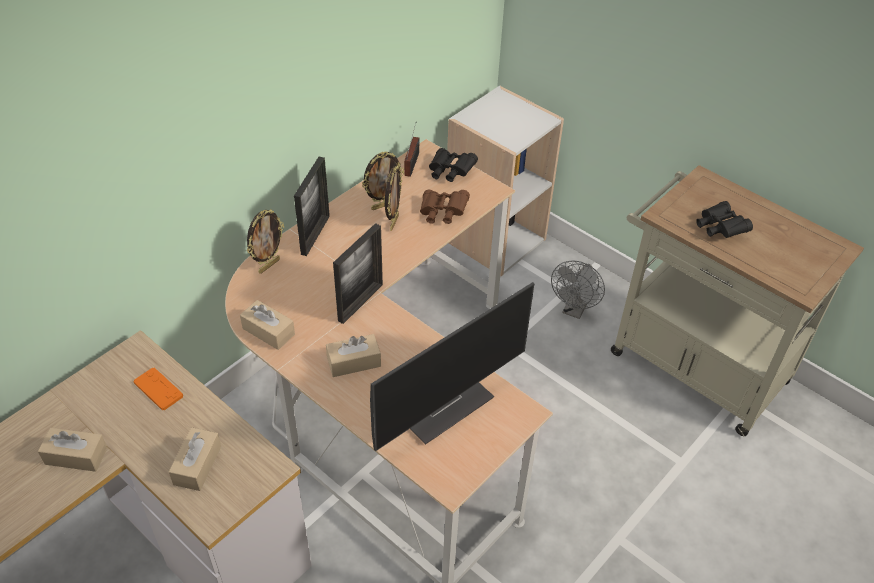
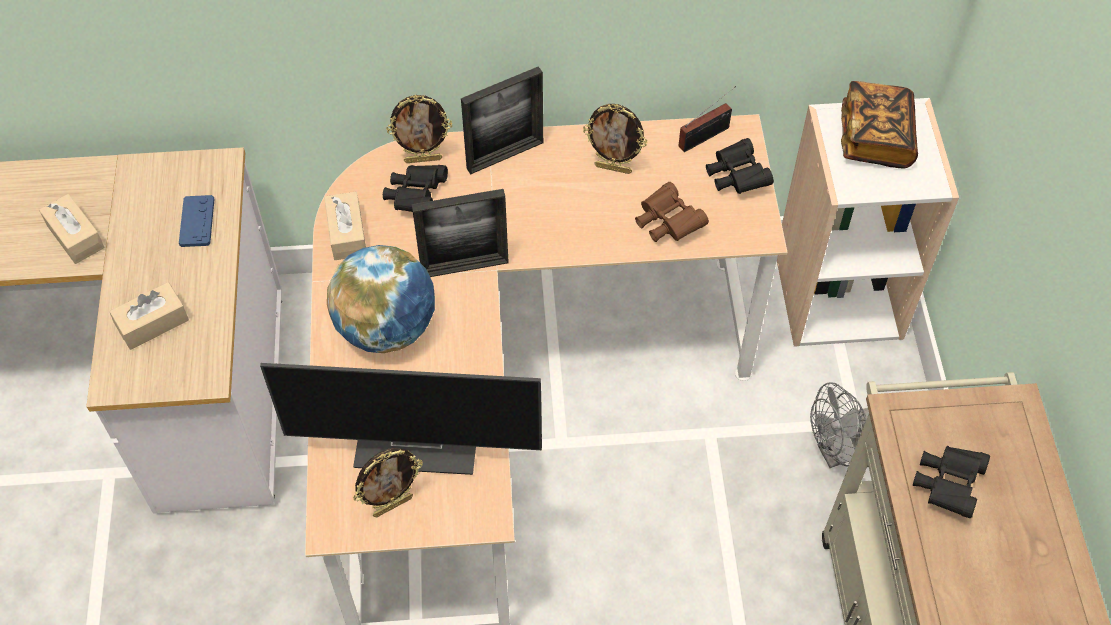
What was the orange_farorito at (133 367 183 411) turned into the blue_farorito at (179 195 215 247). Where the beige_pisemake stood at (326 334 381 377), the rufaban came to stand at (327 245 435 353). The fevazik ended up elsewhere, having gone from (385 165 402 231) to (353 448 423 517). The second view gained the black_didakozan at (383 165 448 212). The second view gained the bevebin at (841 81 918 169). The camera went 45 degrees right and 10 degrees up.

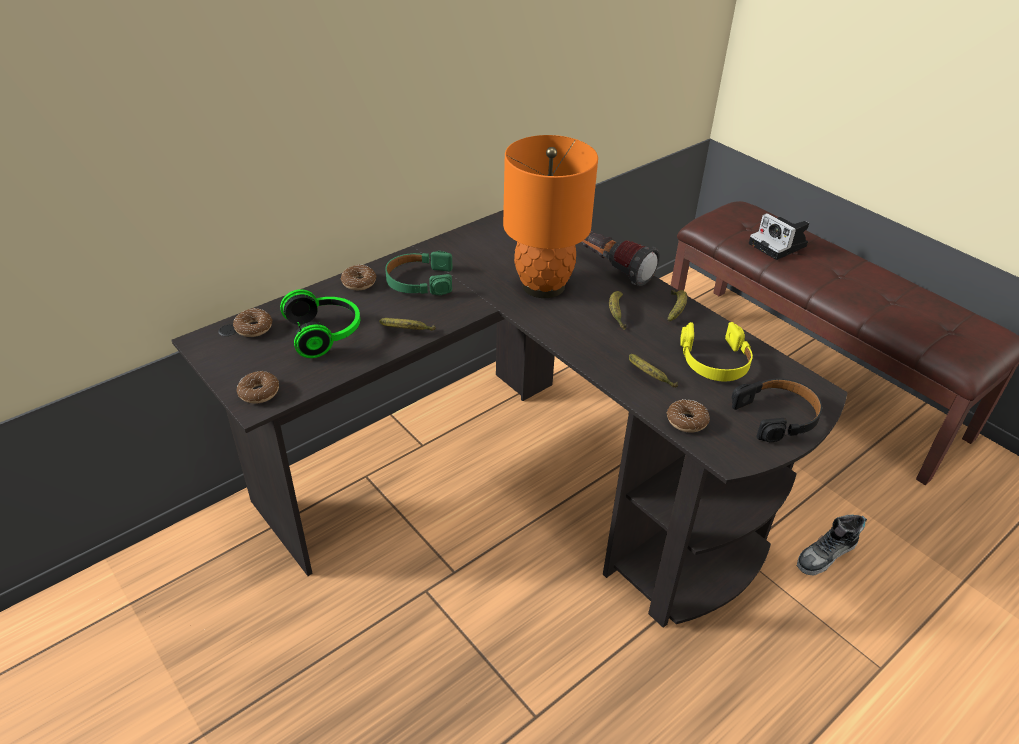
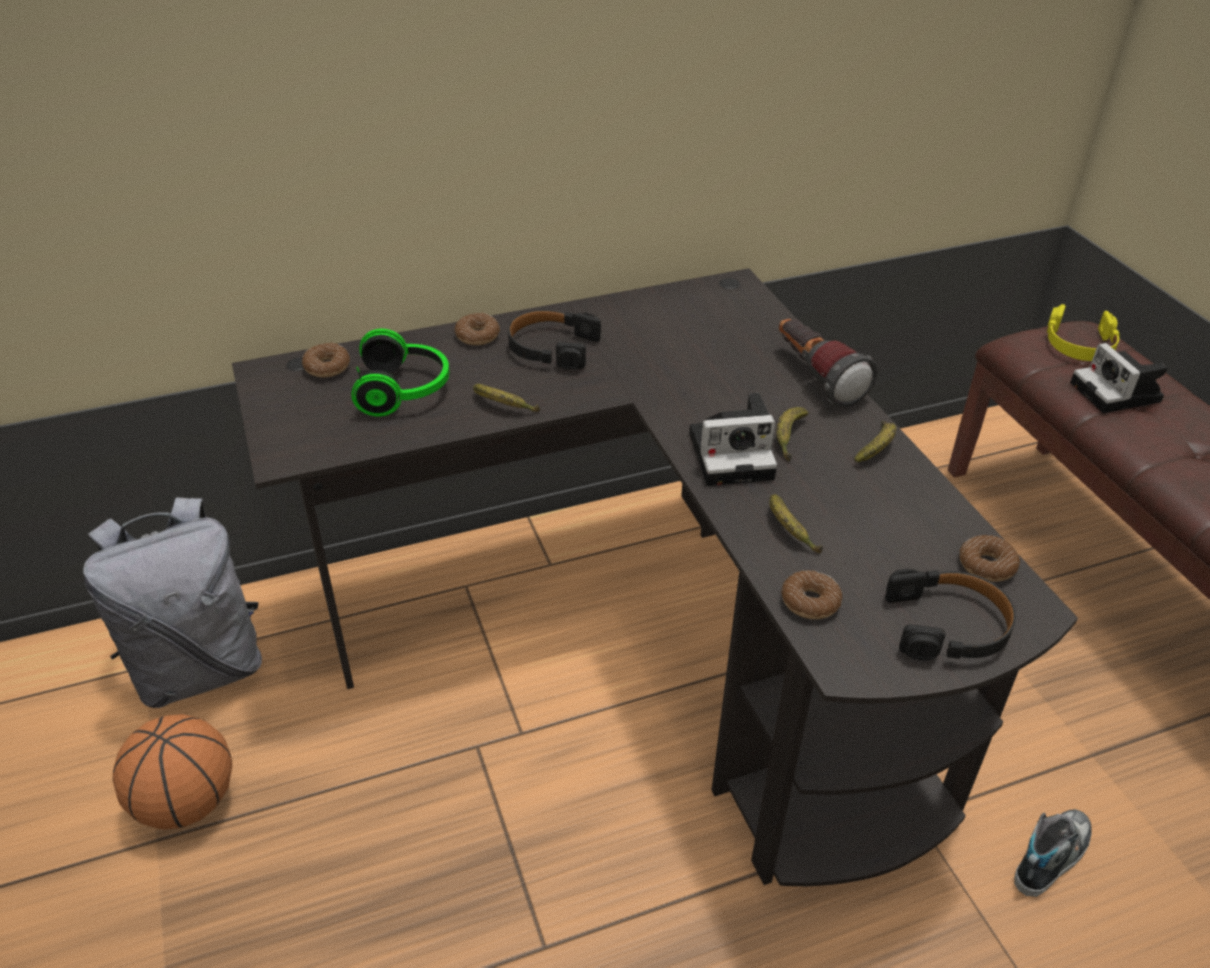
The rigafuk ended up elsewhere, having gone from (236 371 279 404) to (960 535 1020 582). What was the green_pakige at (385 251 452 295) turned into the black_pakige at (508 310 601 370). The second view lost the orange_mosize at (503 135 598 298). The yellow_pakige ended up elsewhere, having gone from (680 322 753 382) to (1047 304 1120 361). The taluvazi at (797 515 867 576) ended up facing another way, 150 degrees clockwise from before. The second view gained the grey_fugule at (83 497 262 708). The second view gained the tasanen at (113 714 232 830). The second view gained the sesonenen at (689 393 777 486). The camera went 20 degrees right and 0 degrees up.

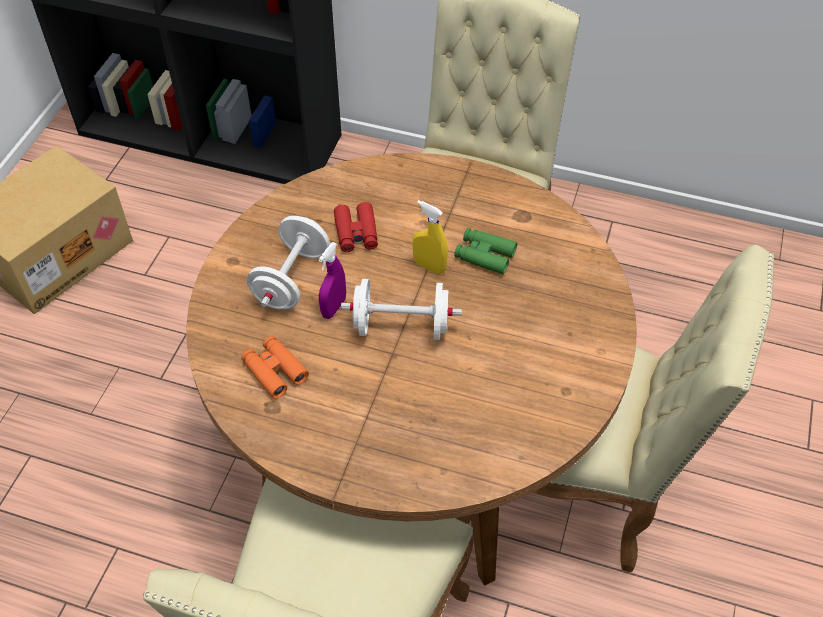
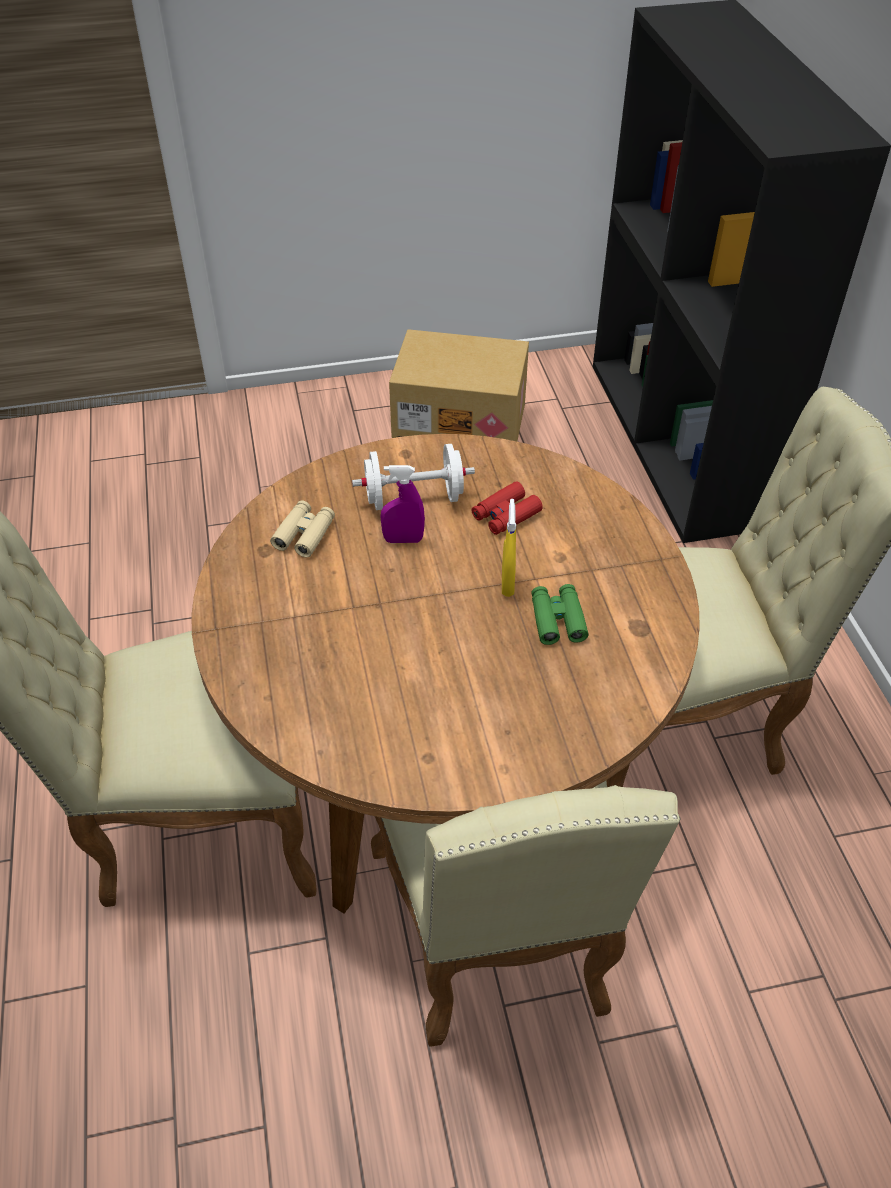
What was the orange_didakozan at (241 336 309 399) turned into the beige_didakozan at (270 501 335 558). The second view lost the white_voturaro at (341 279 462 340). The camera went 60 degrees right and 5 degrees down.

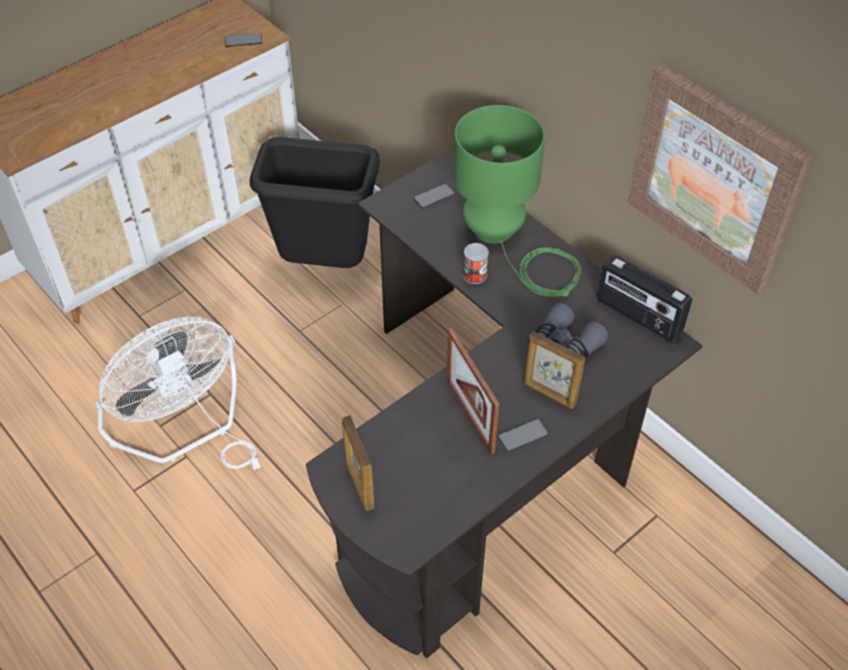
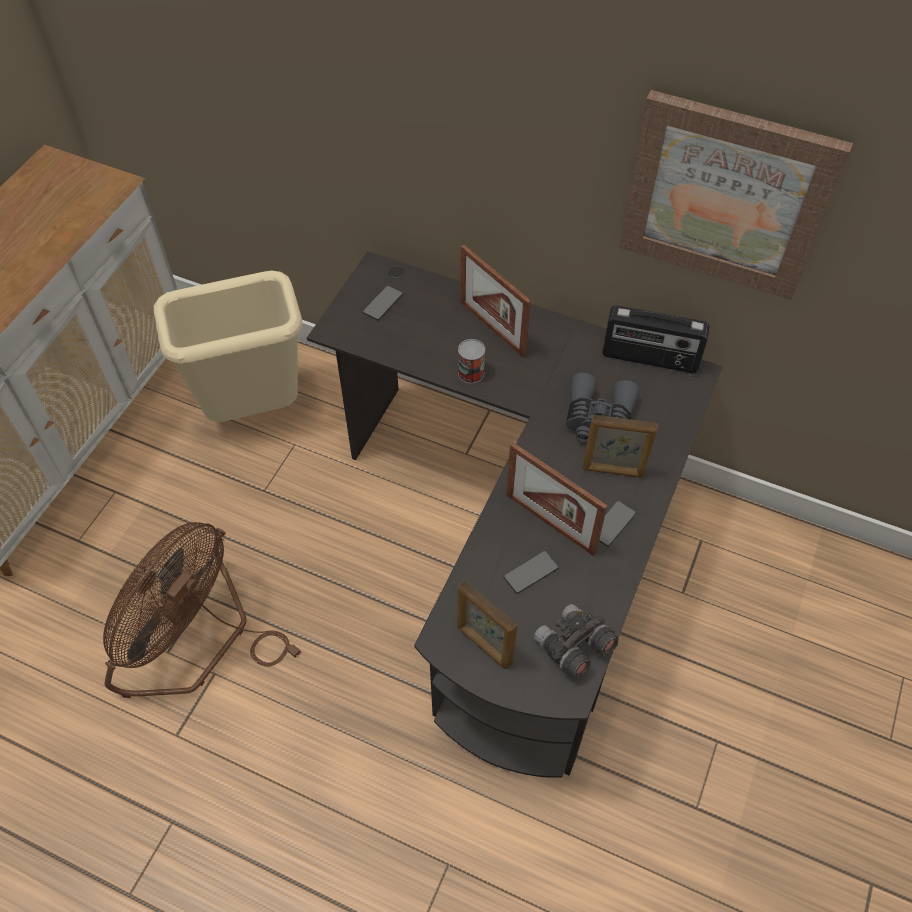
What was the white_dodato at (96 317 261 471) turned into the brown_dodato at (103 522 301 698). The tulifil ended up elsewhere, having gone from (225 33 262 47) to (503 551 559 594). What was the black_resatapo at (250 137 380 268) turned into the beige_resatapo at (154 270 302 422). Where the green_mosize stood at (453 105 581 297), the fevazik came to stand at (460 245 531 357). The second view gained the grey_didakozan at (534 604 618 678). The camera went 25 degrees left and 5 degrees up.

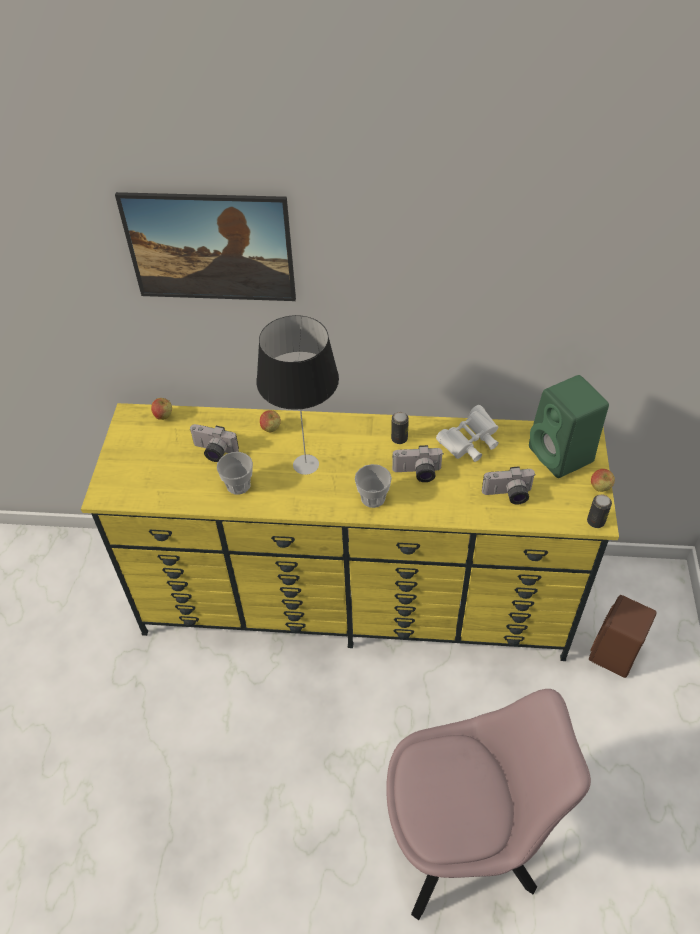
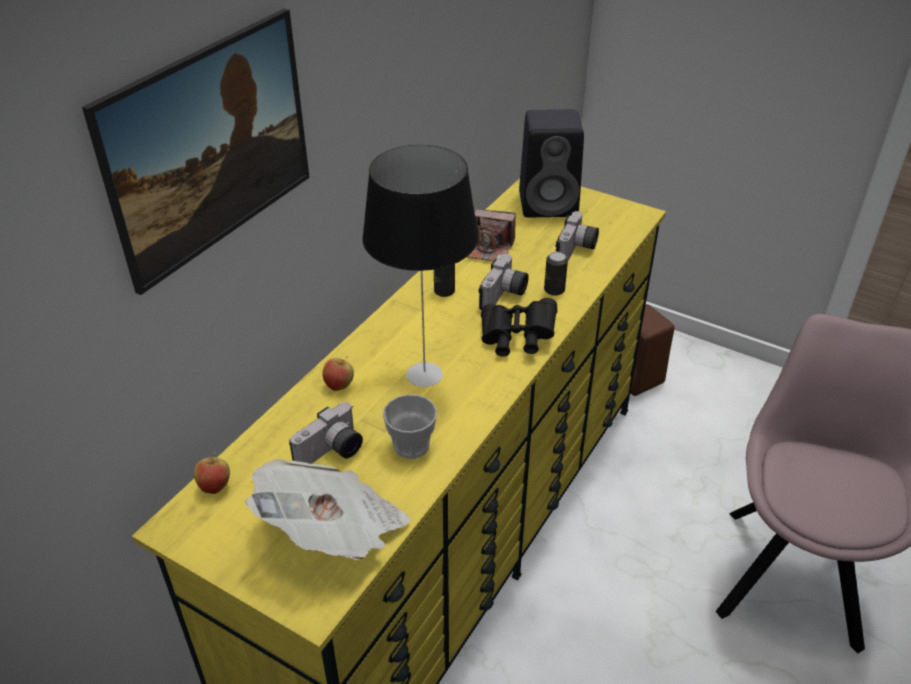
Where the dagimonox stood at (355 464 392 508), the black_didakozan came to stand at (481 298 557 357). Where the white_didakozan stood at (436 405 499 462), the sesonenen came to stand at (467 209 516 262). What was the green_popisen at (529 375 609 478) turned into the black_popisen at (519 109 584 217). The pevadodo ended up elsewhere, having gone from (587 495 612 528) to (544 252 568 296). The second view lost the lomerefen at (591 469 615 492). The second view gained the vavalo at (245 459 410 560). The camera went 65 degrees left and 10 degrees down.

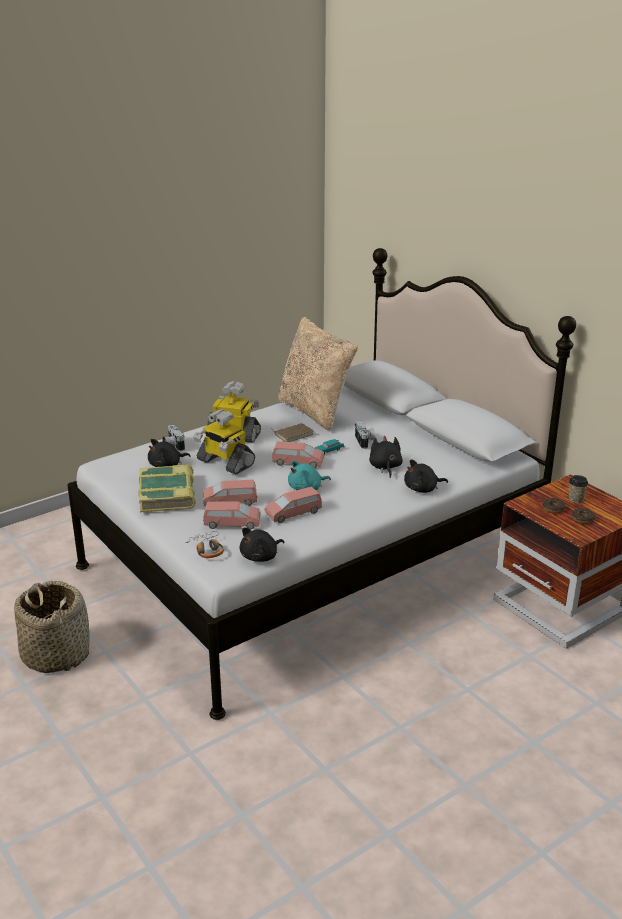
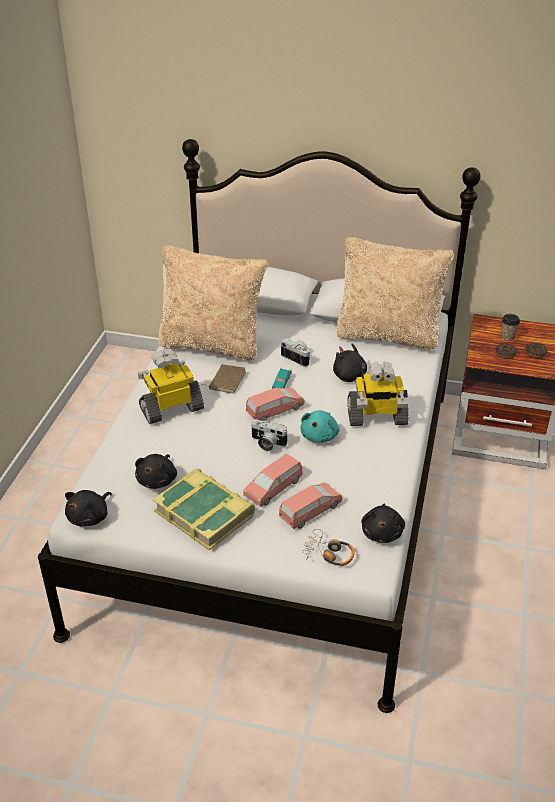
The second view lost the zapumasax at (14 581 90 673). The sesonenen ended up elsewhere, having gone from (162 425 185 451) to (252 419 287 451). The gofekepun ended up elsewhere, having gone from (193 409 255 475) to (347 362 409 426). The second view lost the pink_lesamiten at (265 487 322 523). The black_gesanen ended up elsewhere, having gone from (404 459 448 493) to (65 490 112 526). The second view gained the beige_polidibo at (336 237 454 351). The camera went 40 degrees left and 10 degrees up.

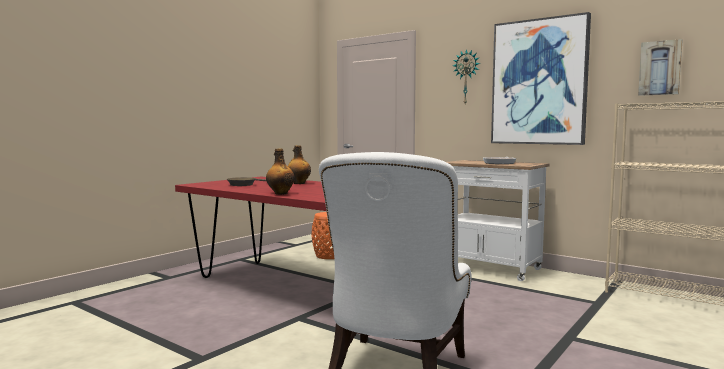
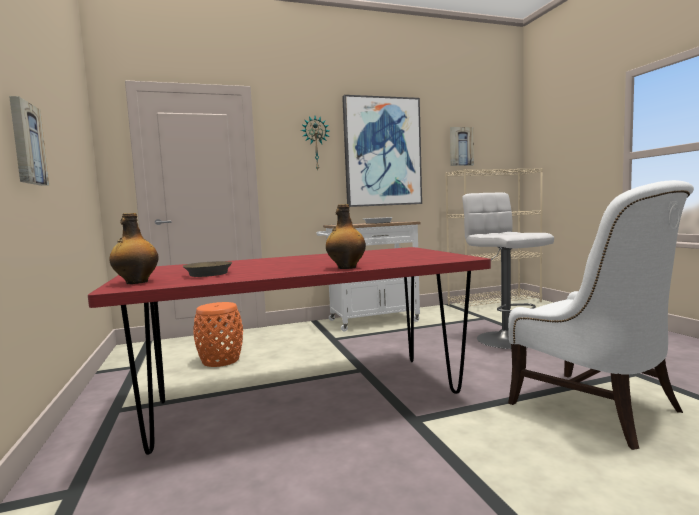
The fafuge ended up elsewhere, having gone from (288 145 311 184) to (109 213 159 284). The second view gained the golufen at (9 96 49 186). The second view gained the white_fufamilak at (462 192 554 349). The camera went 55 degrees left and 0 degrees up.

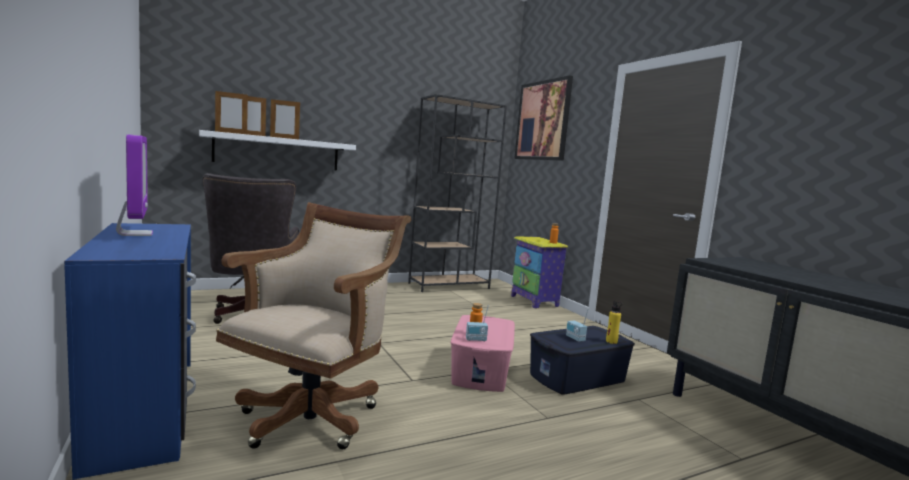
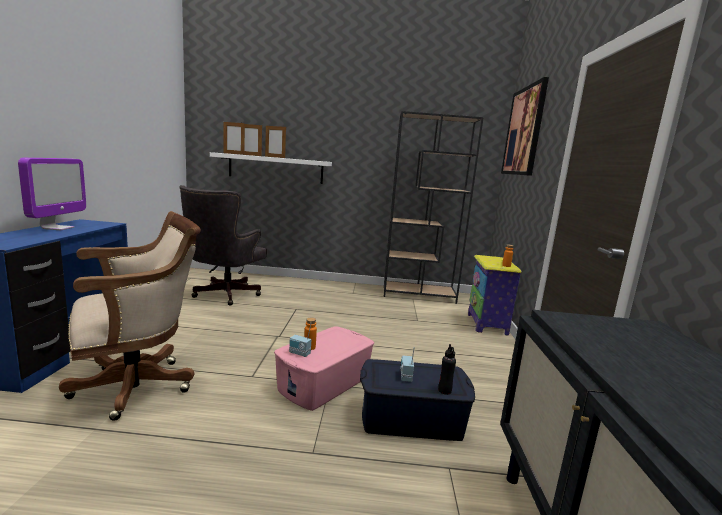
What was the yellow_fafuge at (606 300 622 344) turned into the black_fafuge at (438 344 456 395). The camera went 30 degrees right and 5 degrees up.

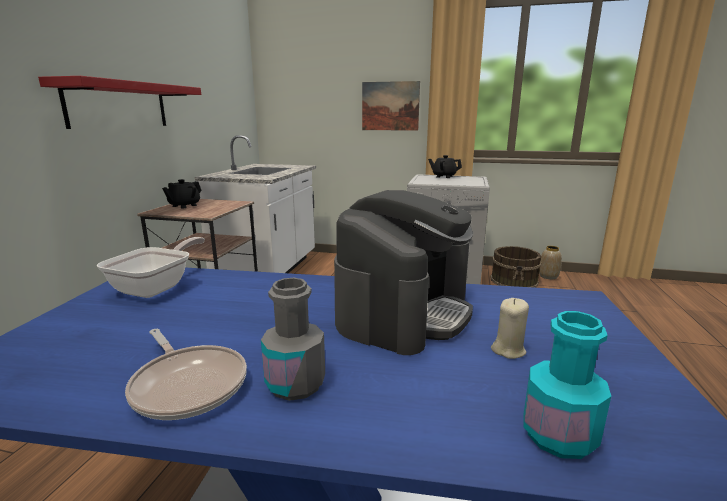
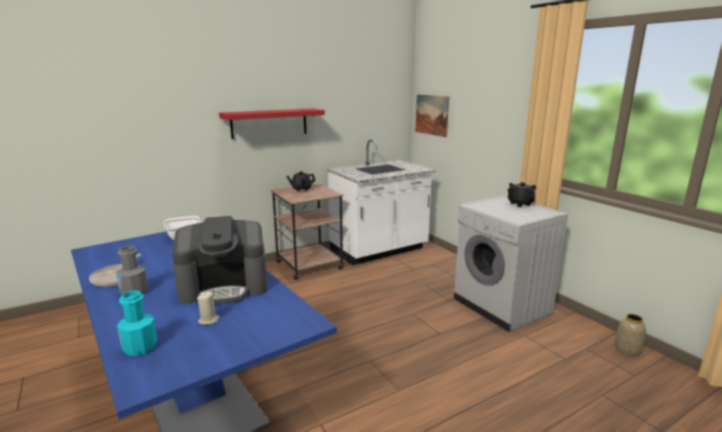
The golufen ended up elsewhere, having gone from (362 81 420 131) to (415 94 449 137). The second view lost the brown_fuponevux at (491 246 542 288). The camera went 45 degrees right and 0 degrees up.

